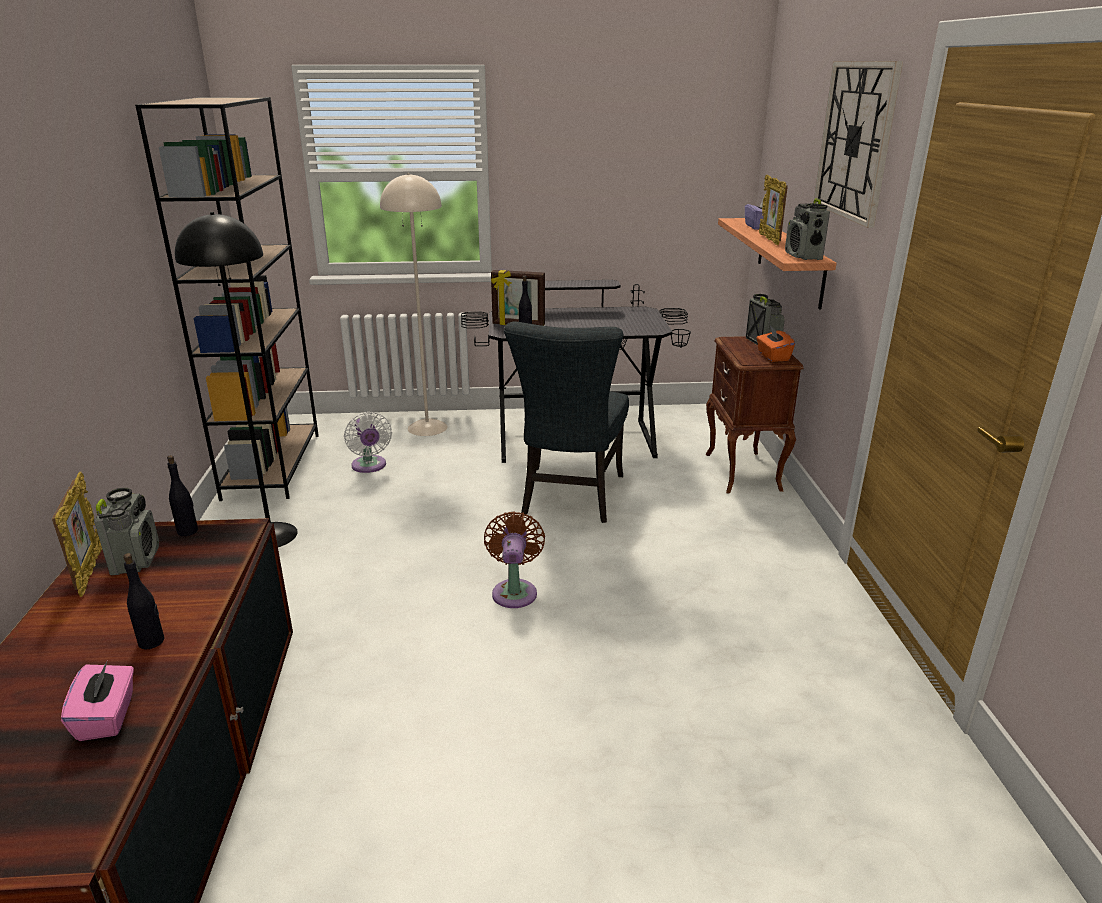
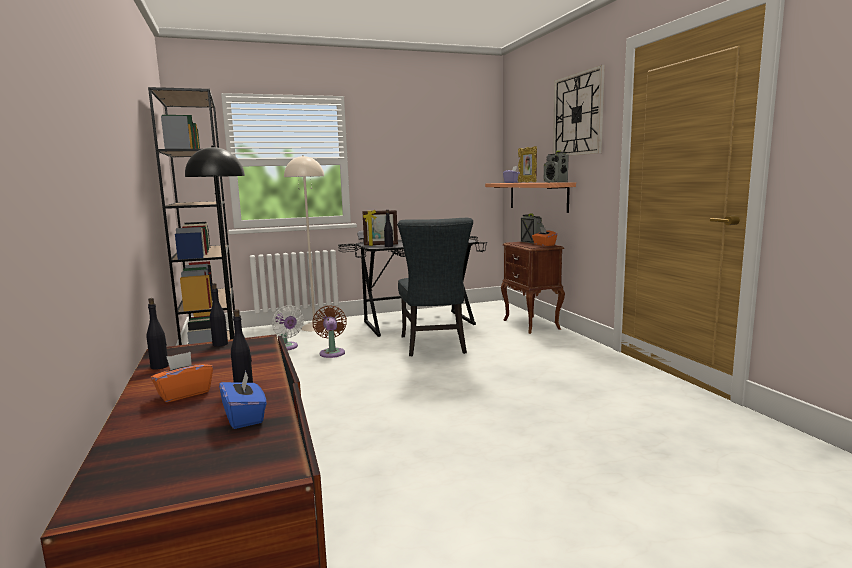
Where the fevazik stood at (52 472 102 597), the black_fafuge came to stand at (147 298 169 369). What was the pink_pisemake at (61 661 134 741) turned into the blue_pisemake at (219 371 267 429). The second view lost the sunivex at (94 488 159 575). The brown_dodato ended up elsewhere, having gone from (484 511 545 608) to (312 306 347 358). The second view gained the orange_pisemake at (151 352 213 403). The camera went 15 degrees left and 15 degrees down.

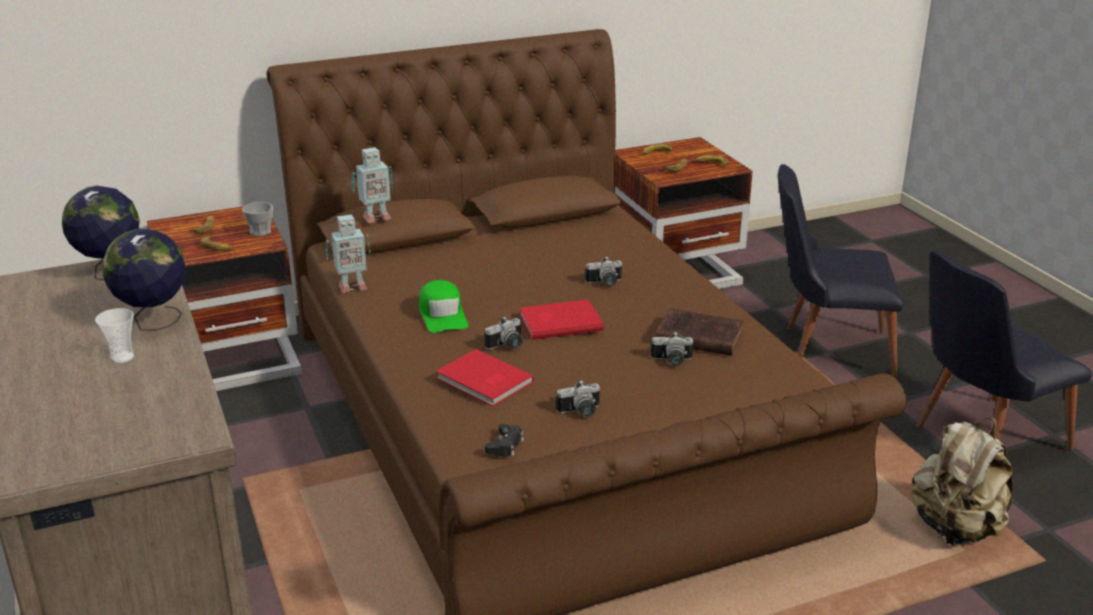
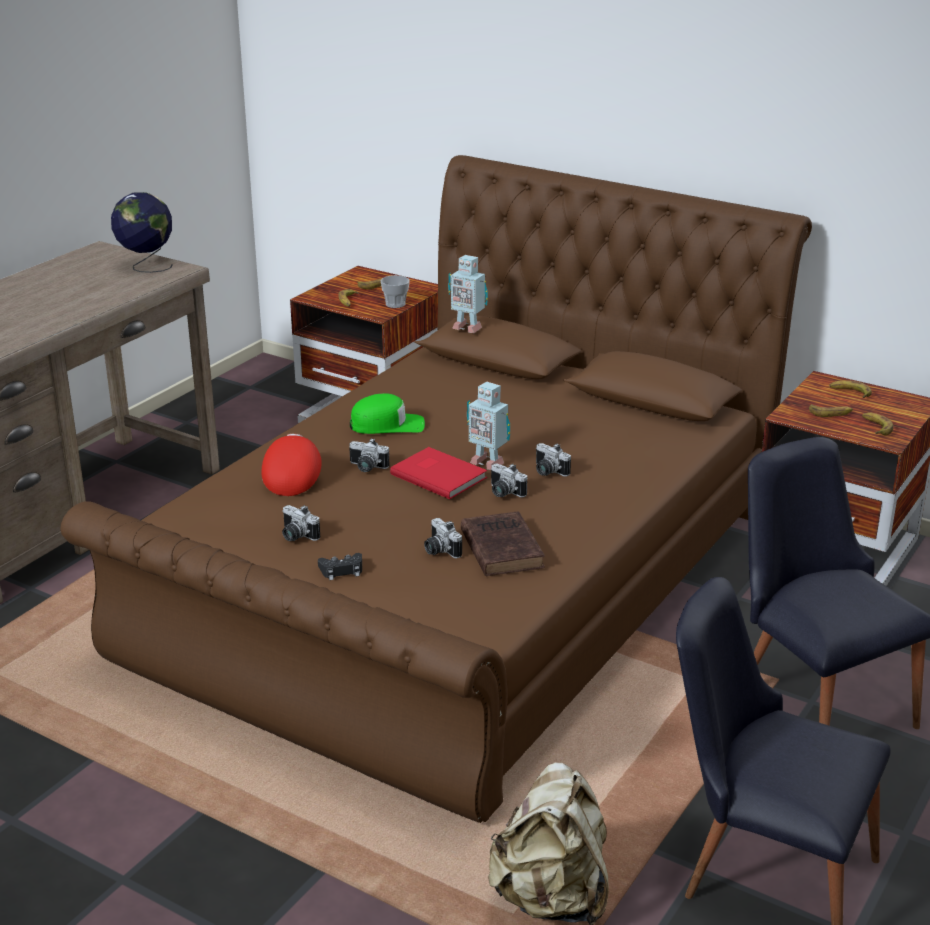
The second view lost the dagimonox at (95 308 134 363). The second view lost the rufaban at (102 229 186 331). The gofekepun ended up elsewhere, having gone from (325 214 370 293) to (467 382 510 470). The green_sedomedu at (419 280 468 333) ended up facing another way, 135 degrees counterclockwise from before. Where the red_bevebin stood at (436 349 534 407), the red_sedomedu came to stand at (261 434 322 496). The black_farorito ended up elsewhere, having gone from (485 424 524 457) to (318 553 362 580). The second view gained the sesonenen at (491 463 527 497). The camera went 55 degrees right and 0 degrees up.

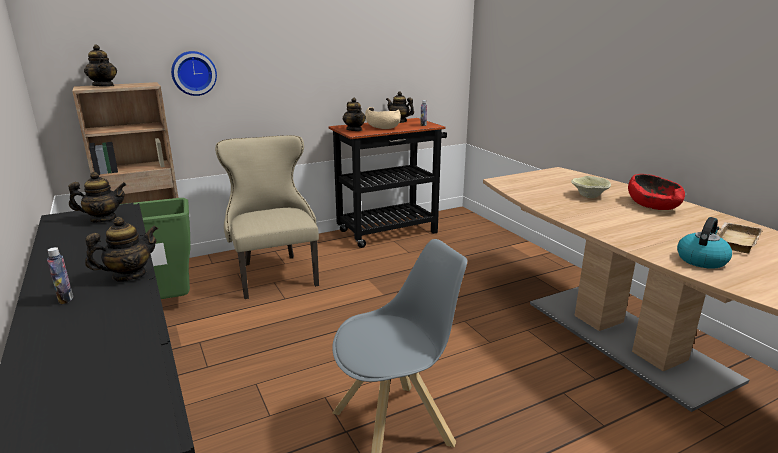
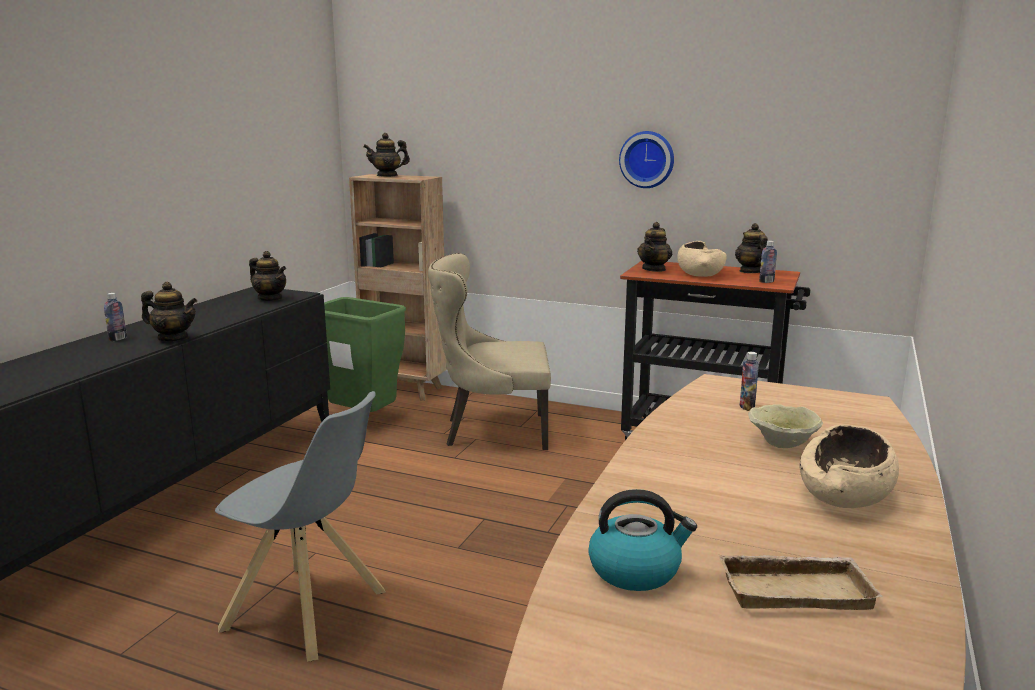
The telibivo at (84 45 117 87) ended up facing another way, 60 degrees clockwise from before. The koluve ended up elsewhere, having gone from (171 51 217 96) to (619 131 674 188). The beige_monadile at (215 135 319 299) ended up facing another way, 120 degrees counterclockwise from before. What was the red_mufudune at (628 174 685 210) turned into the beige_mufudune at (800 425 899 508). The second view gained the fafuge at (740 352 759 411). The camera went 50 degrees right and 5 degrees down.

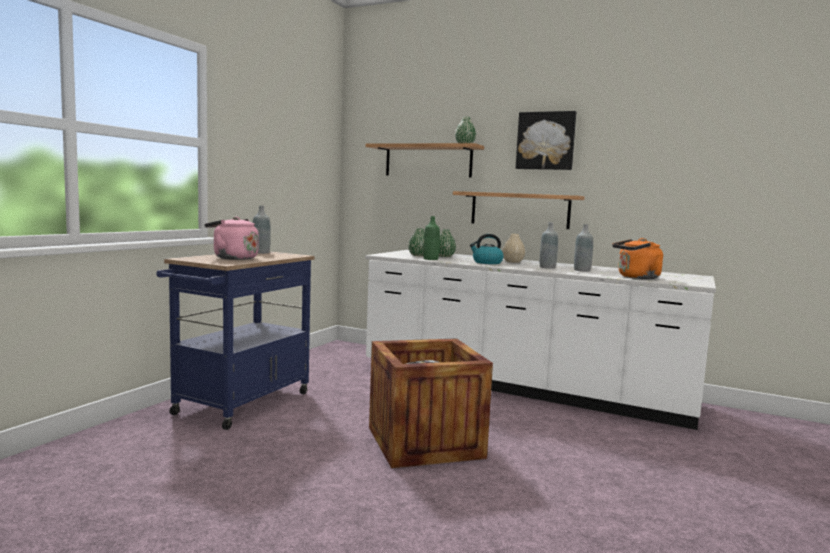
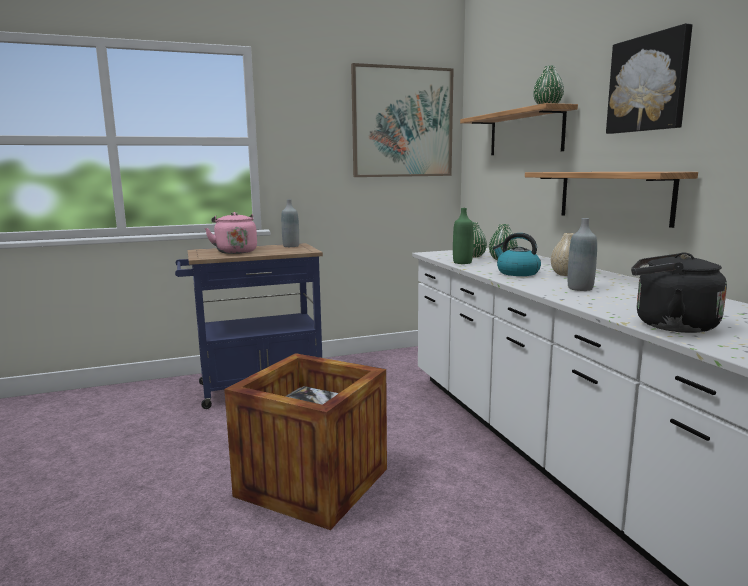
The second view lost the grey_fafuge at (574 224 593 272). What was the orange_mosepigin at (612 238 663 279) turned into the black_mosepigin at (631 252 727 333). The second view gained the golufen at (351 63 454 177). The camera went 45 degrees right and 5 degrees up.

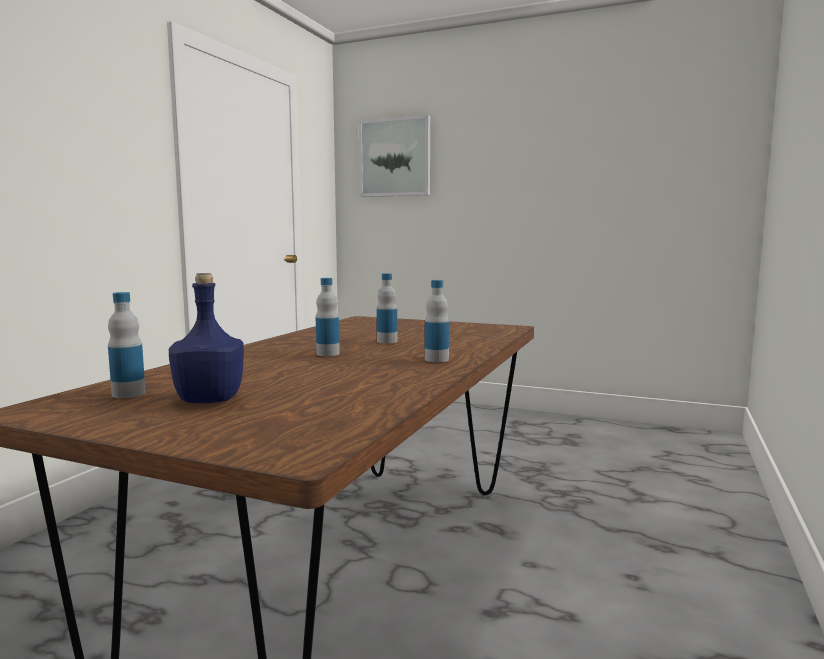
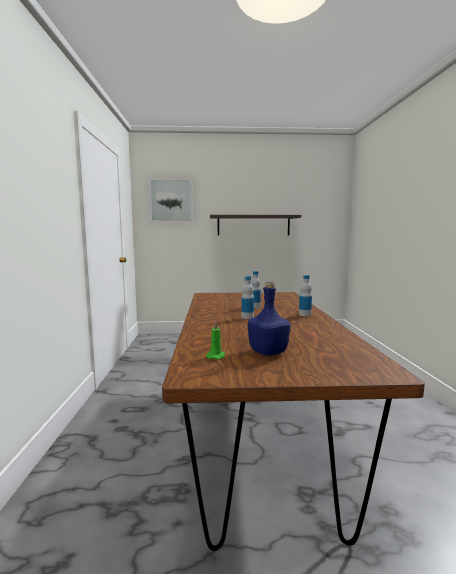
Where the fafuge stood at (108 292 146 398), the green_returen came to stand at (206 321 225 359). The second view gained the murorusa at (210 215 301 236). The camera went 25 degrees left and 0 degrees up.

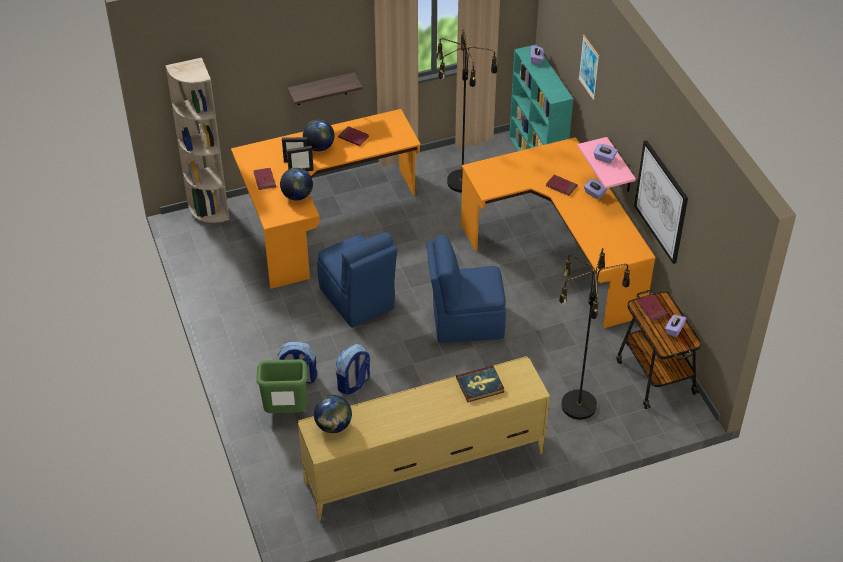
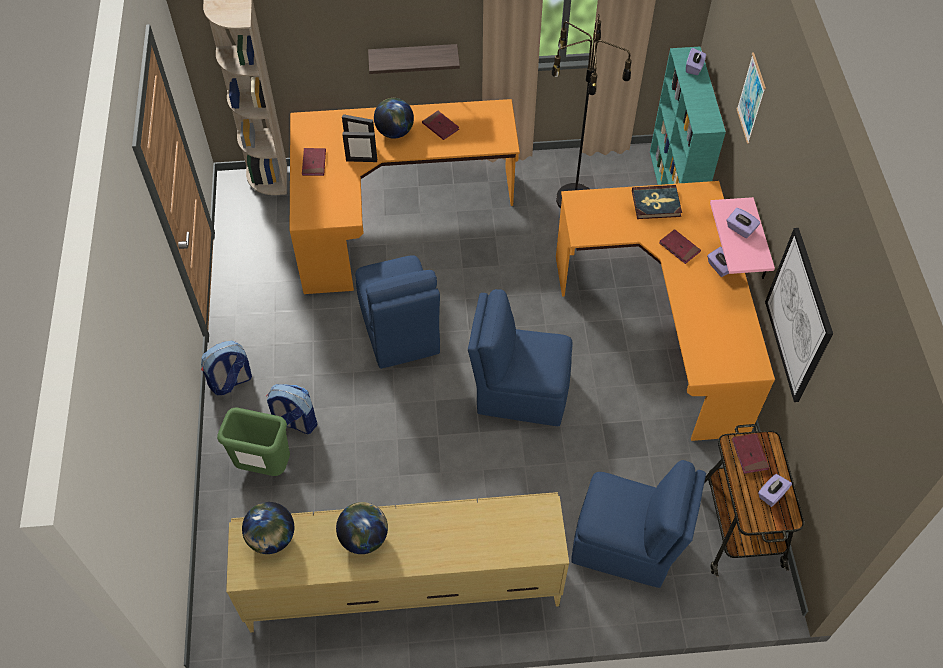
The rufaban ended up elsewhere, having gone from (280 168 313 201) to (336 502 388 554). The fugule ended up elsewhere, having gone from (336 344 370 395) to (201 341 252 395). The bevebin ended up elsewhere, having gone from (456 365 504 402) to (632 185 682 219). Where the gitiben stood at (559 248 630 420), the blue_monadile came to stand at (571 460 706 588). The camera went 15 degrees right and 10 degrees up.

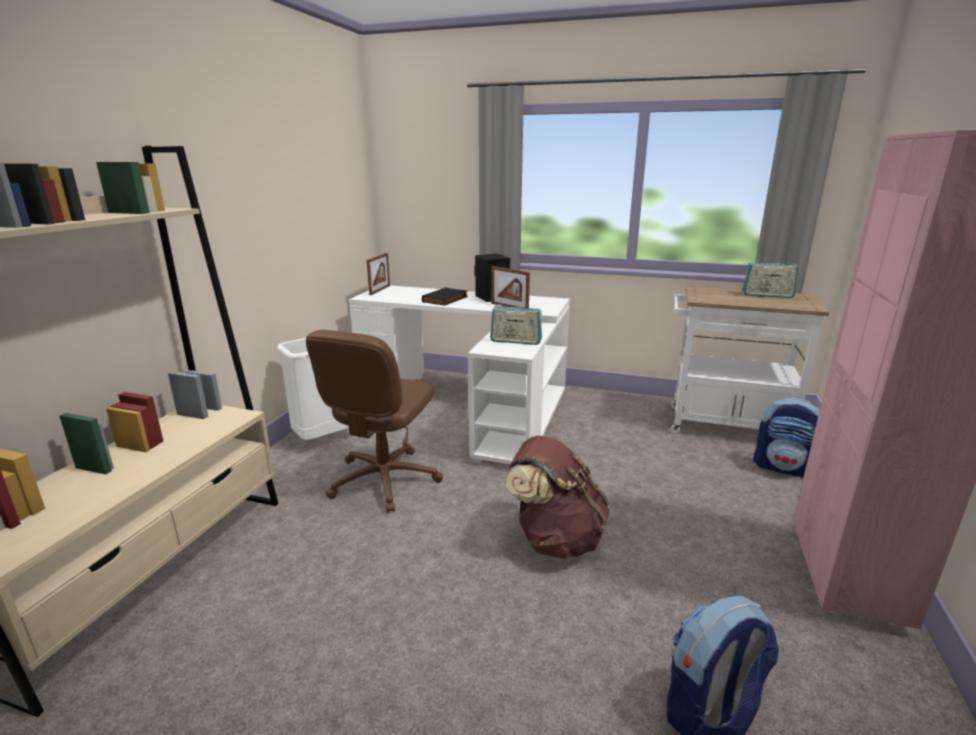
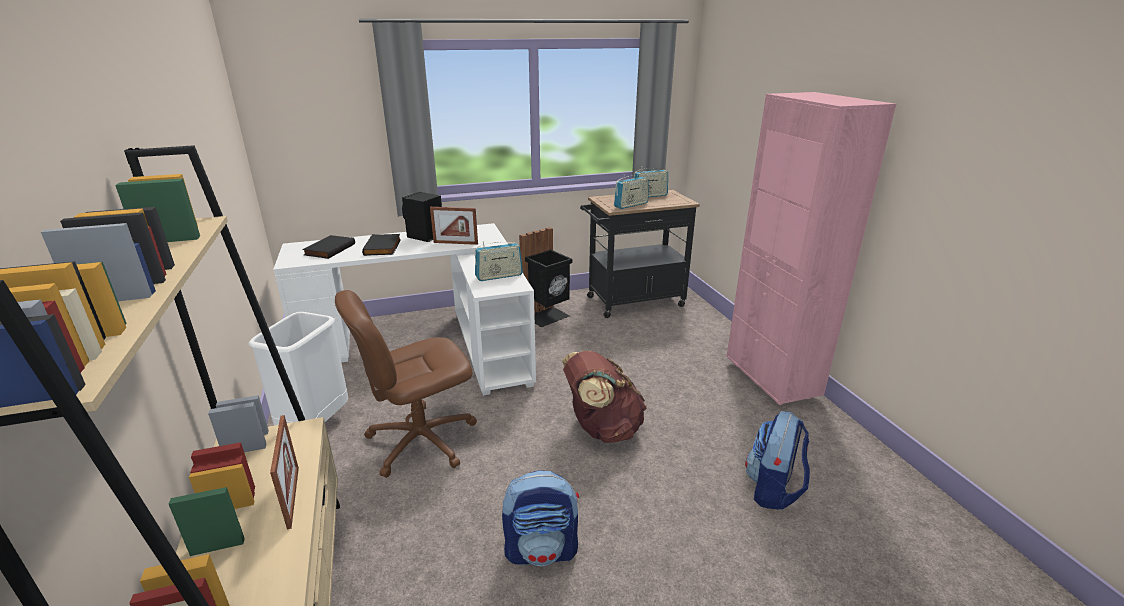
The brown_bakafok at (306 330 443 513) ended up facing another way, 75 degrees clockwise from before. The fevazik ended up elsewhere, having gone from (367 253 390 295) to (270 415 299 529). What was the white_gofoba at (671 286 829 433) turned into the black_gofoba at (580 190 700 318). The fugule ended up elsewhere, having gone from (753 398 820 478) to (502 470 579 566). The second view gained the black_bevebin at (302 235 355 259). The second view gained the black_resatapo at (519 227 572 327). The second view gained the sunivex at (614 175 649 209). The camera went 35 degrees left and 5 degrees up.

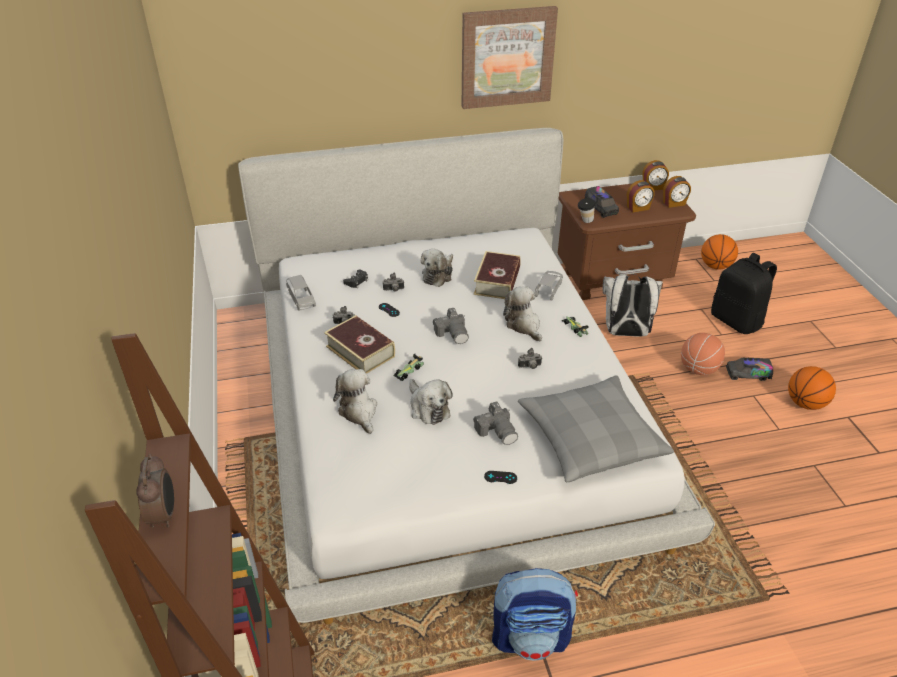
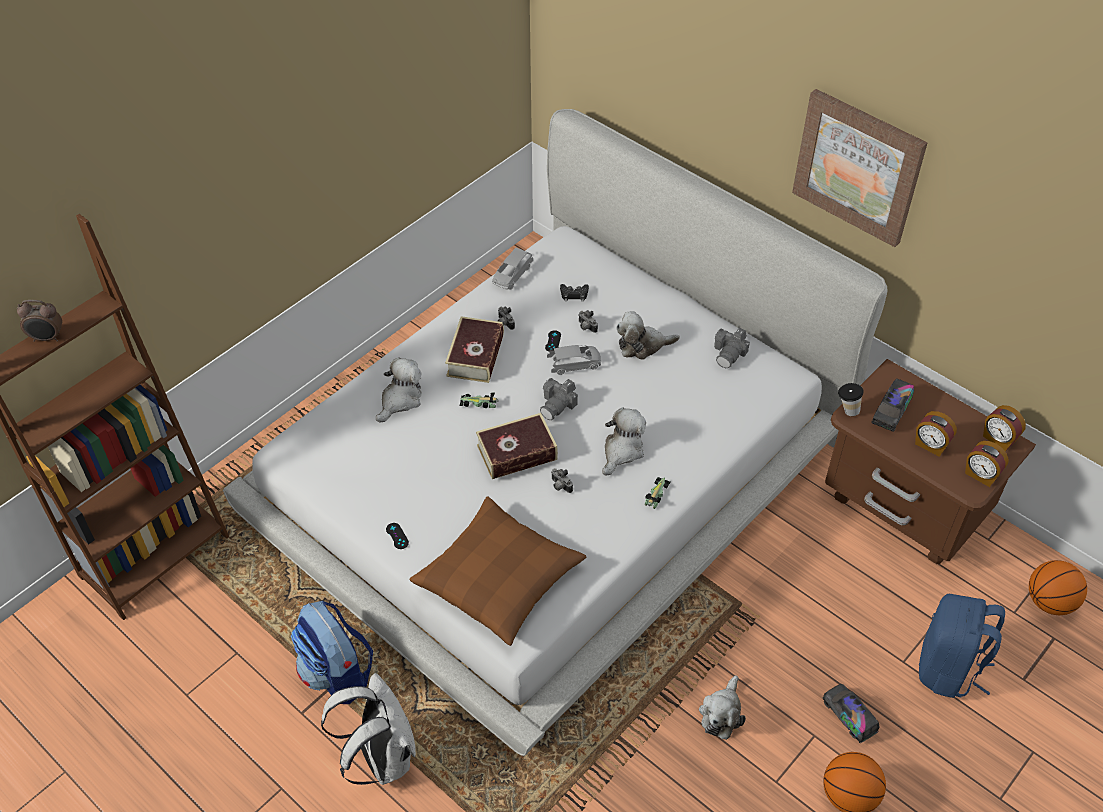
The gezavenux at (136 454 174 528) ended up facing another way, 45 degrees clockwise from before. The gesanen ended up elsewhere, having gone from (409 379 453 425) to (699 675 746 740). The sesonenen ended up elsewhere, having gone from (473 401 518 445) to (714 328 750 368). The bevebin ended up elsewhere, having gone from (474 251 521 299) to (476 413 558 479). What was the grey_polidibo at (518 375 674 482) turned into the brown_polidibo at (410 496 586 646). The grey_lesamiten ended up elsewhere, having gone from (534 271 563 301) to (547 345 601 375). The white_fugule ended up elsewhere, having gone from (603 274 663 337) to (321 673 416 785). The second view lost the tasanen at (681 333 725 375). What was the black_fugule at (711 253 777 334) turned into the blue_fugule at (919 594 1005 698). The camera went 55 degrees right and 10 degrees up.

